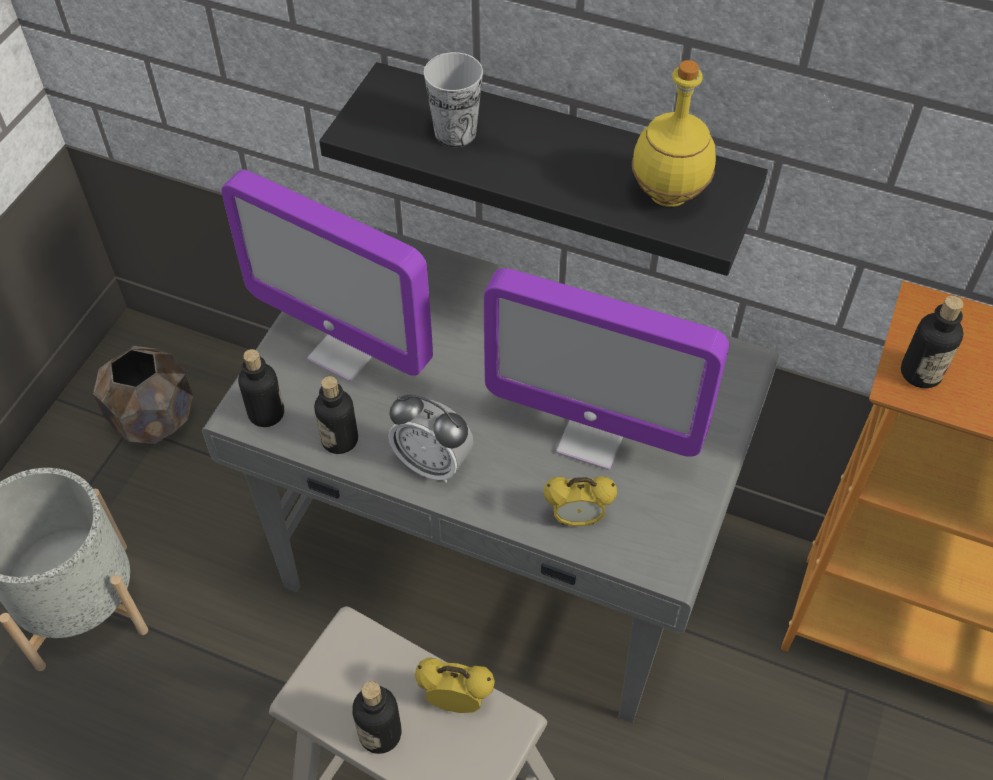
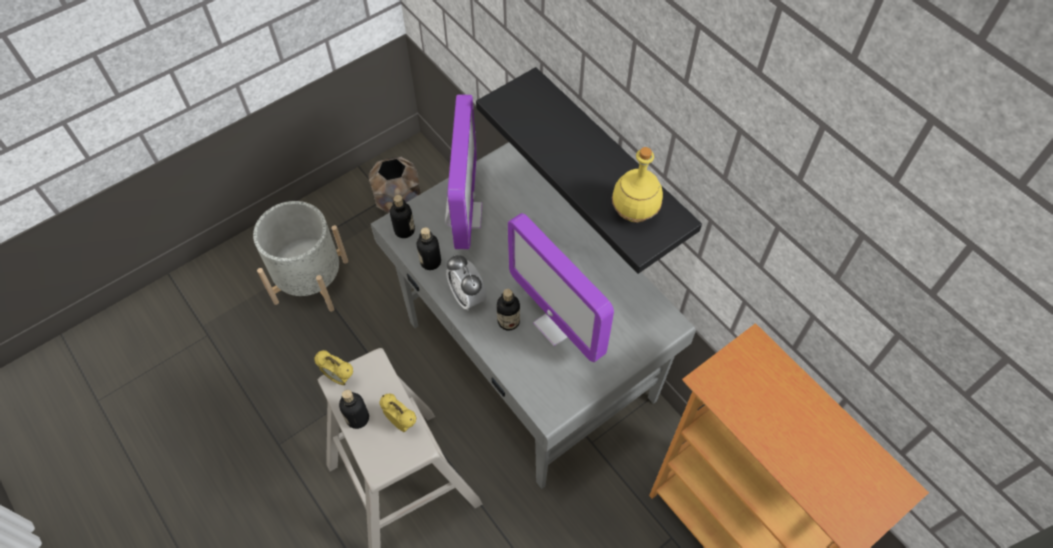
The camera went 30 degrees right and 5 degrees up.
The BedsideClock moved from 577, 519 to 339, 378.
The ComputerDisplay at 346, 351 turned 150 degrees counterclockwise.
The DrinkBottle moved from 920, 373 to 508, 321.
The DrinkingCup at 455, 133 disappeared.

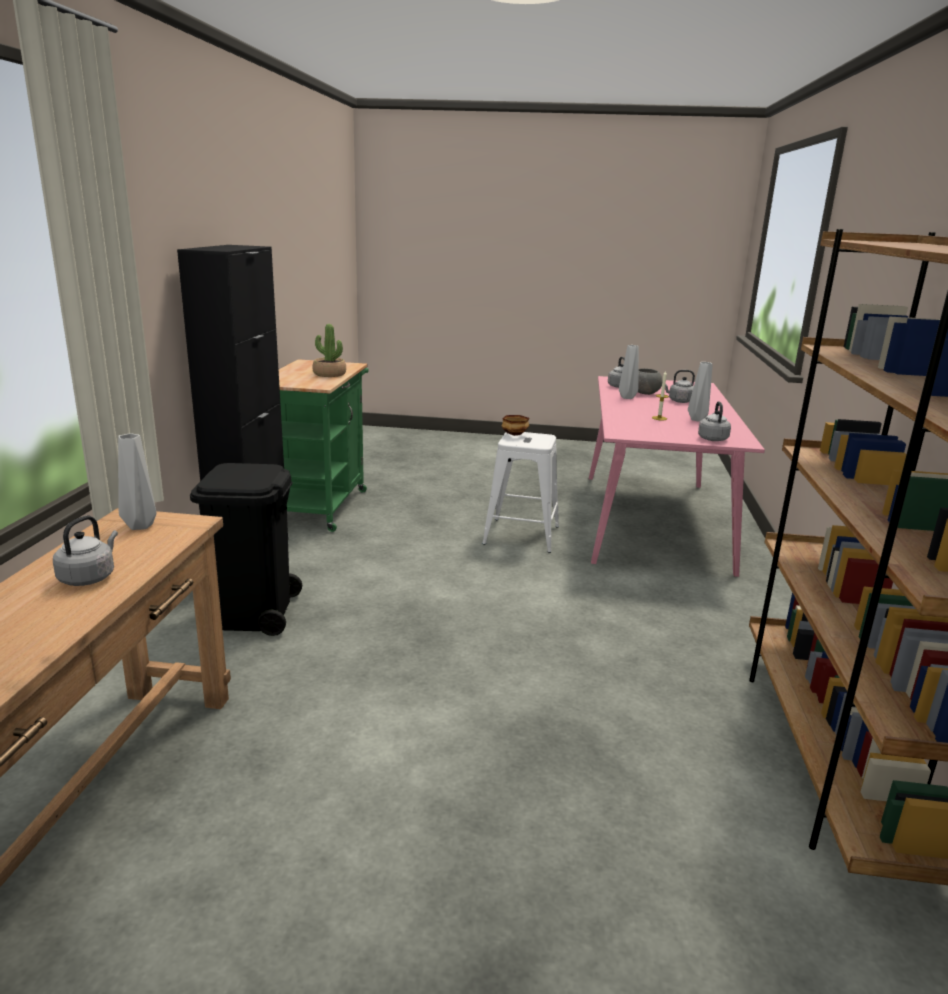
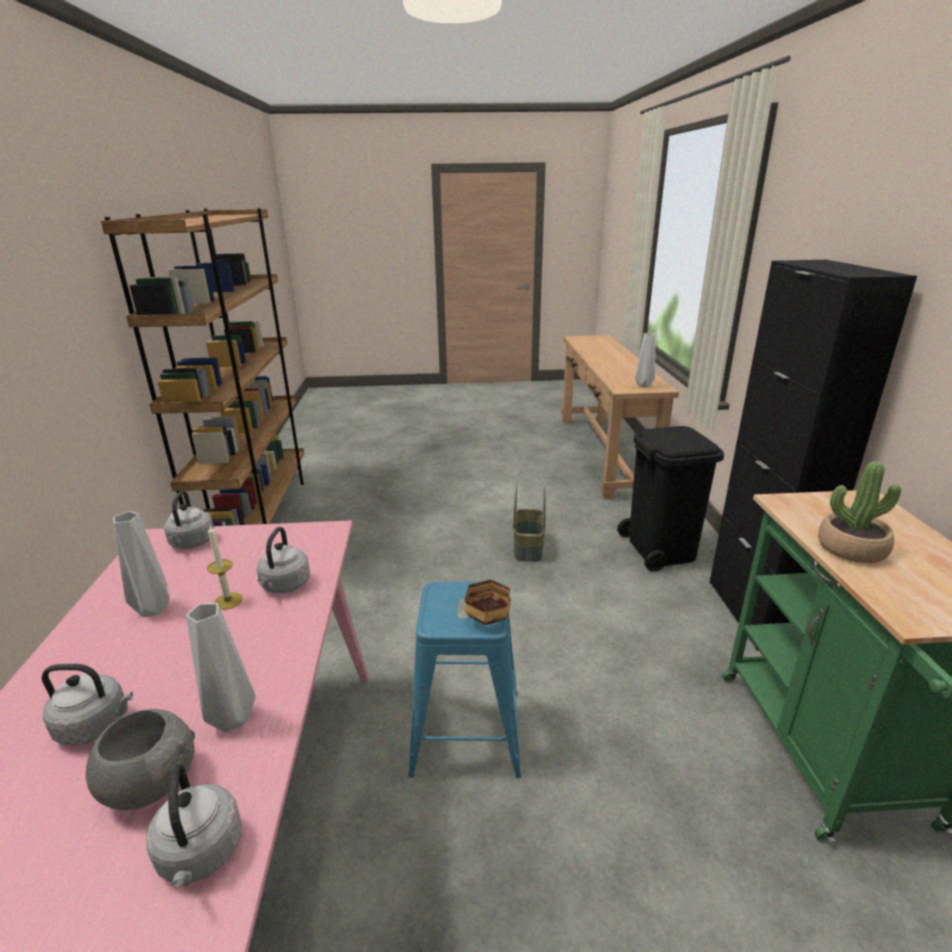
The camera went 170 degrees right and 5 degrees up.
The GreyishWaterKettle moved from 89, 577 to 284, 586.
The WhiteStoolSeat at 522, 535 became the BlueStoolSeat at 466, 730.
The HouseholdBasket at 529, 548 appeared.

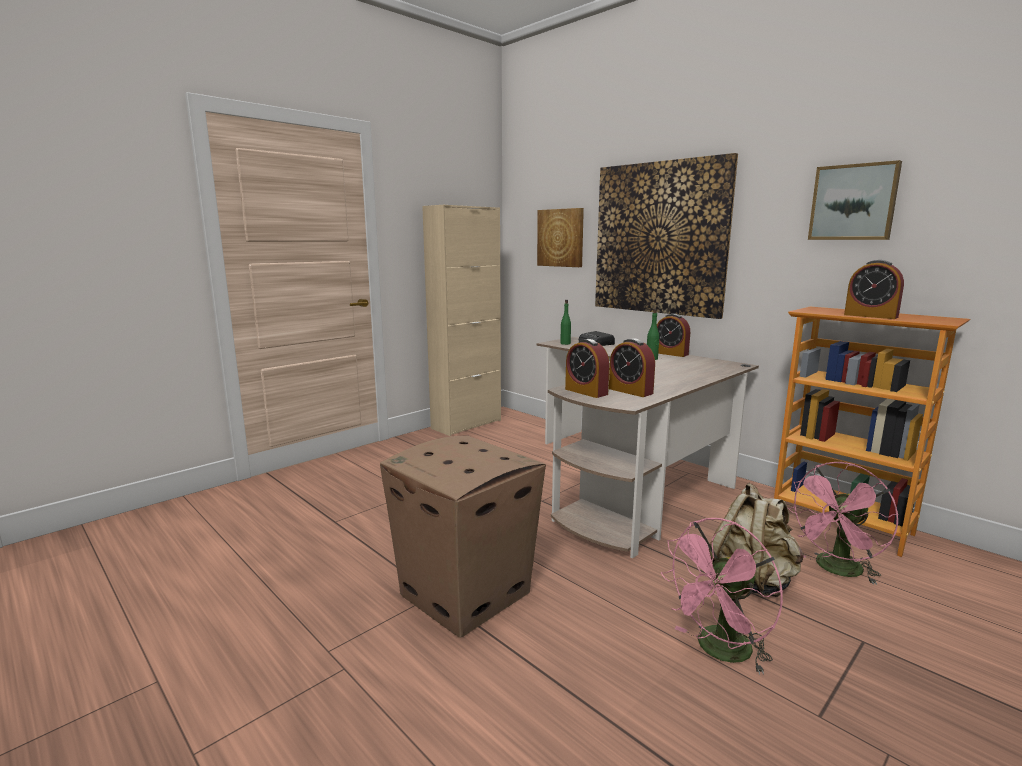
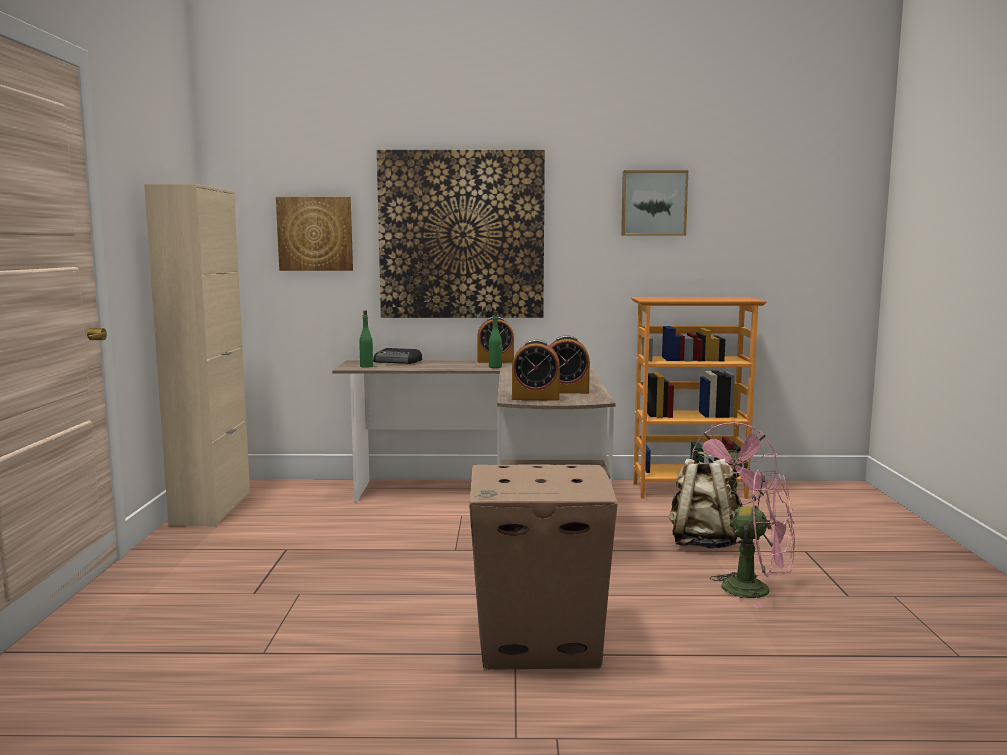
The camera went 45 degrees left and 5 degrees down.
The PinkElectricFan at 719, 652 turned 75 degrees counterclockwise.
The BedsideClock at 870, 316 disappeared.

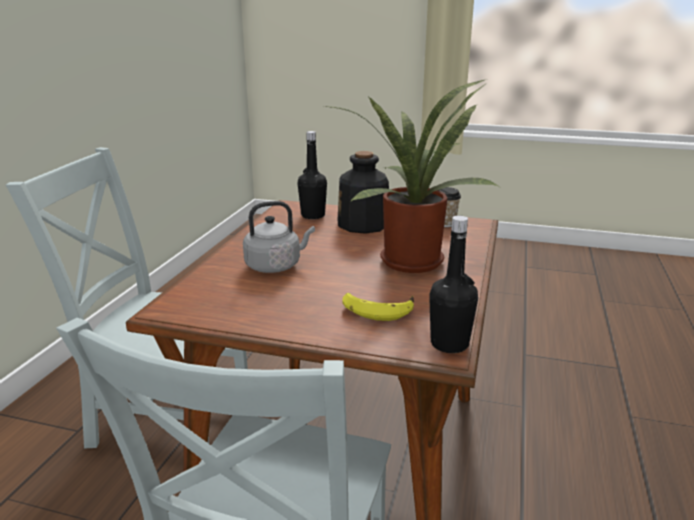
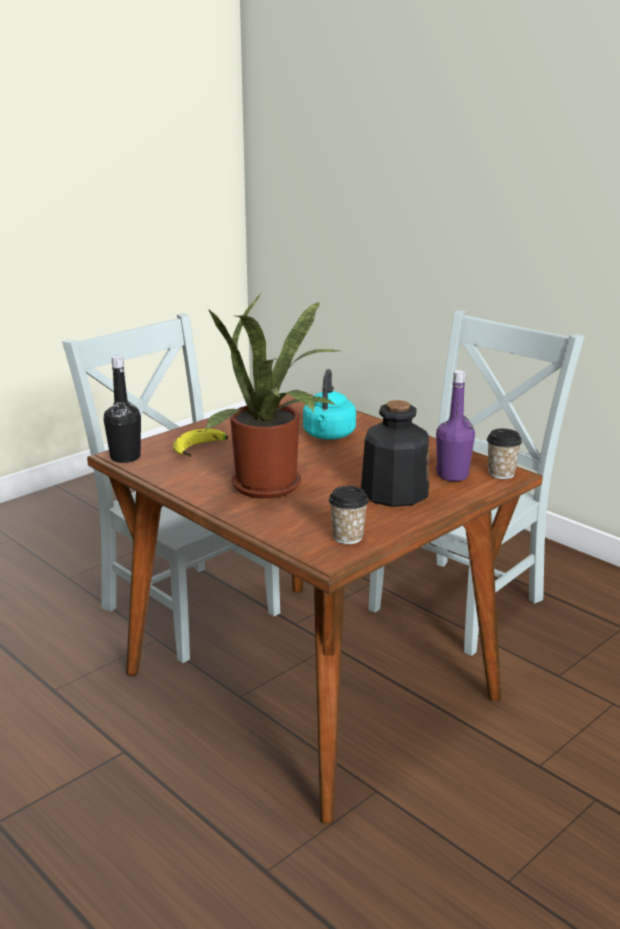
The camera went 120 degrees right and 0 degrees up.
The GreyishWaterKettle at 276, 266 became the TurquoiseColouredWaterKettle at 328, 435.
The BlackDrinkBottle at 313, 215 became the PurpleColouredDrinkBottle at 452, 475.
The DrinkingCup at 501, 473 appeared.

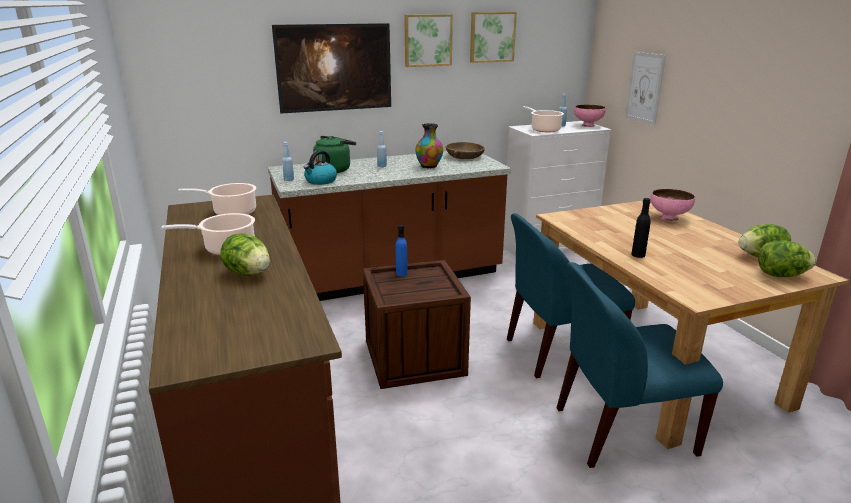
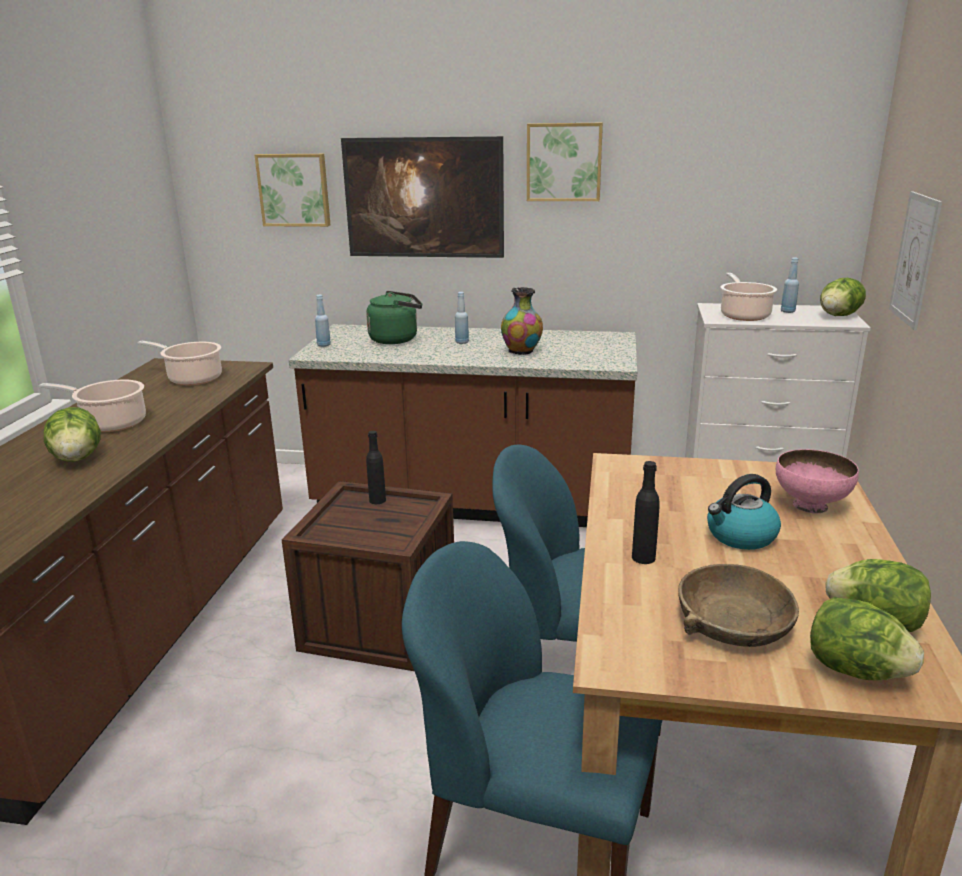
The camera went 30 degrees right and 0 degrees up.
The WallPicture moved from 491, 37 to 294, 190.
The BlueDrinkBottle at 401, 273 became the BlackDrinkBottle at 377, 500.
The BrownishBowl moved from 464, 156 to 734, 622.
The WaterKettle moved from 320, 181 to 740, 536.
The PinkBowl at 588, 125 was replaced by the HeadOfLettuce at 838, 316.

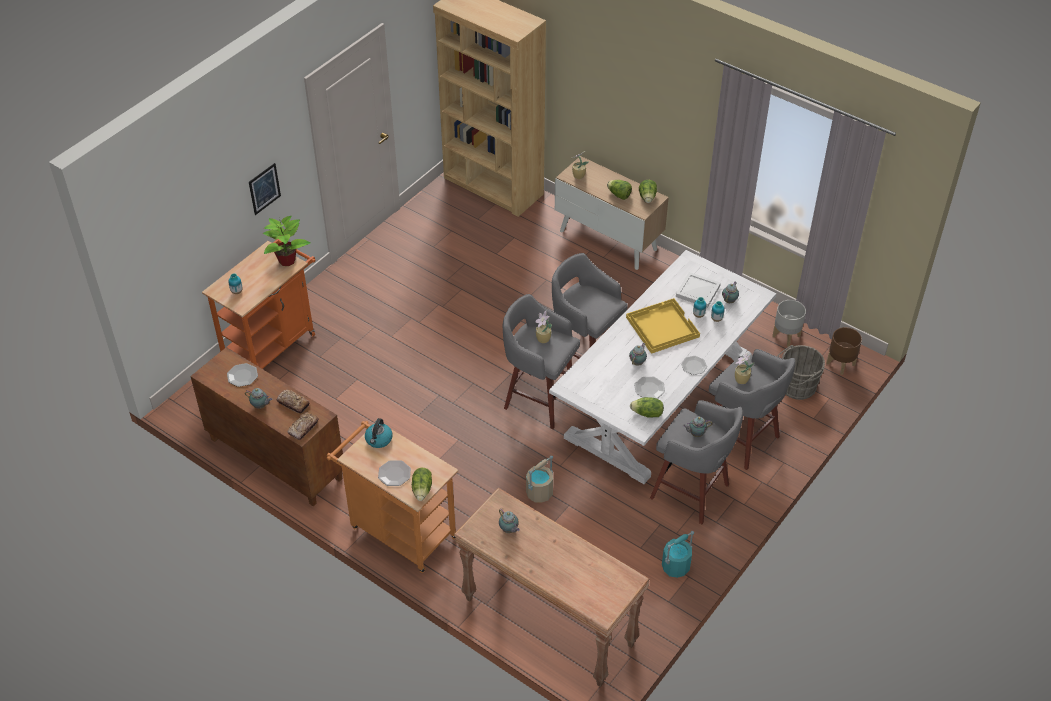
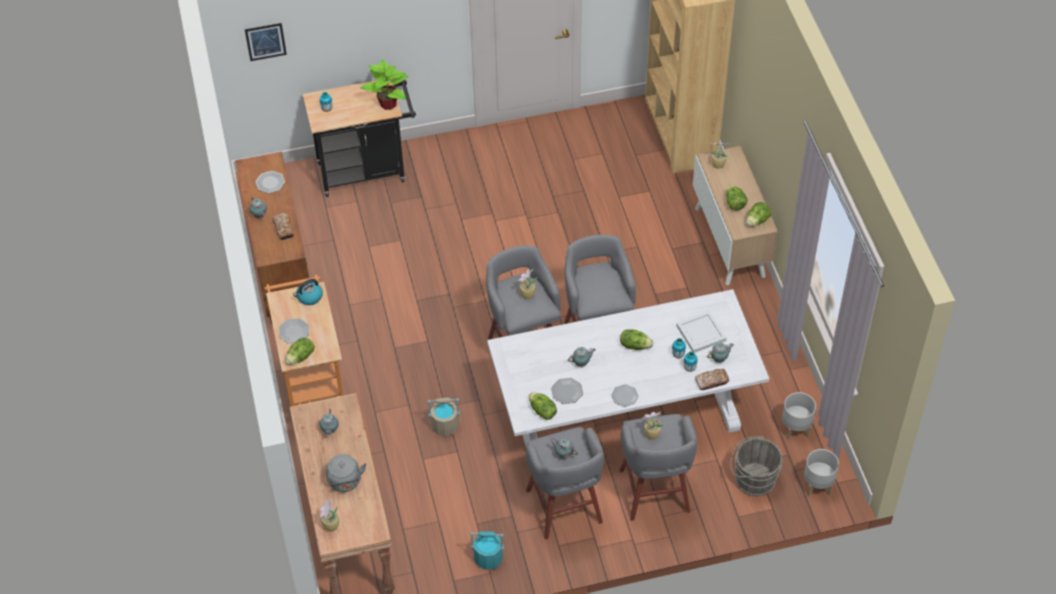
The camera went 40 degrees right and 5 degrees up.
The WallPicture moved from 264, 188 to 265, 41.
The OrangeCart at 273, 344 became the BlackCart at 367, 170.
The Houseplant at 331, 526 appeared.
The GreyishWaterKettle at 345, 482 appeared.
The YellowColouredServingTray at 661, 327 was replaced by the HeadOfLettuce at 635, 345.
The Bread moved from 303, 428 to 711, 381.
The BrownishPlantPot at 841, 364 became the GreyishPlantPot at 817, 486.

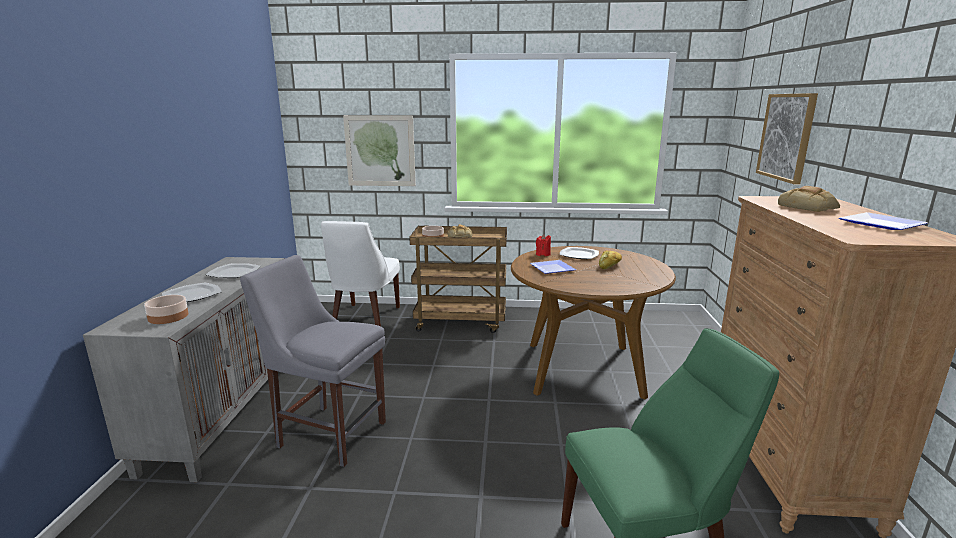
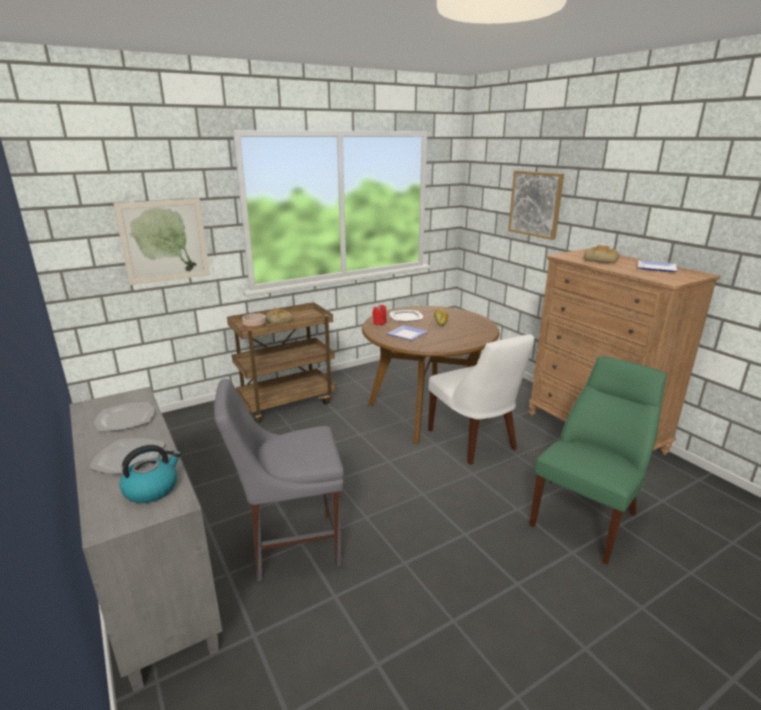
The camera went 35 degrees left and 5 degrees up.
The Bowl at 168, 316 was replaced by the WaterKettle at 152, 489.
The WhiteChair moved from 364, 319 to 474, 441.

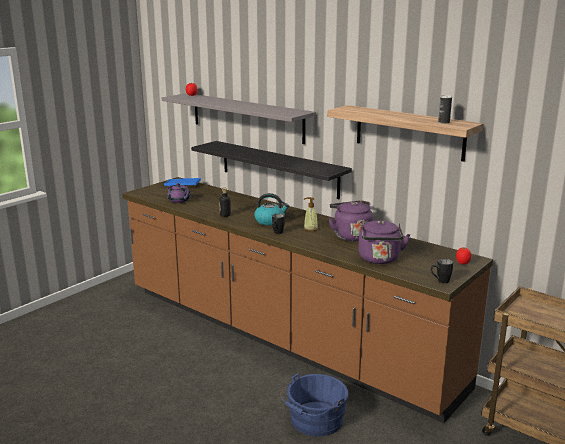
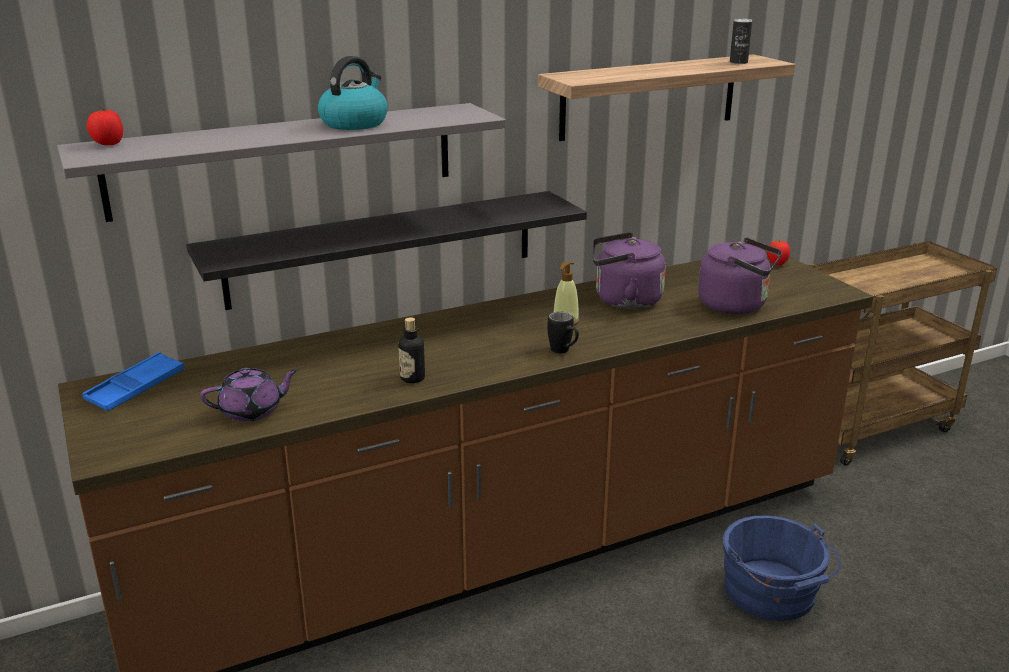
The camera went 65 degrees left and 5 degrees up.
The WaterKettle moved from 270, 221 to 354, 123.
The BlackMug at 440, 281 disappeared.

